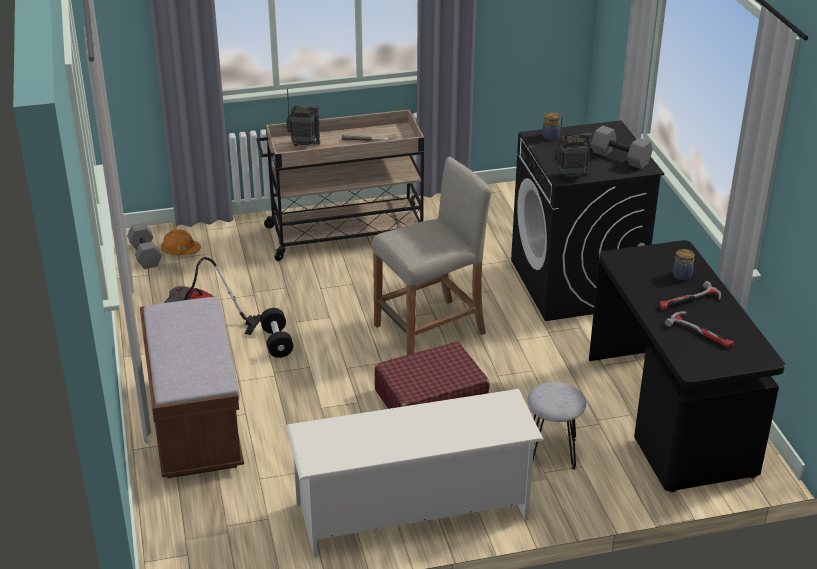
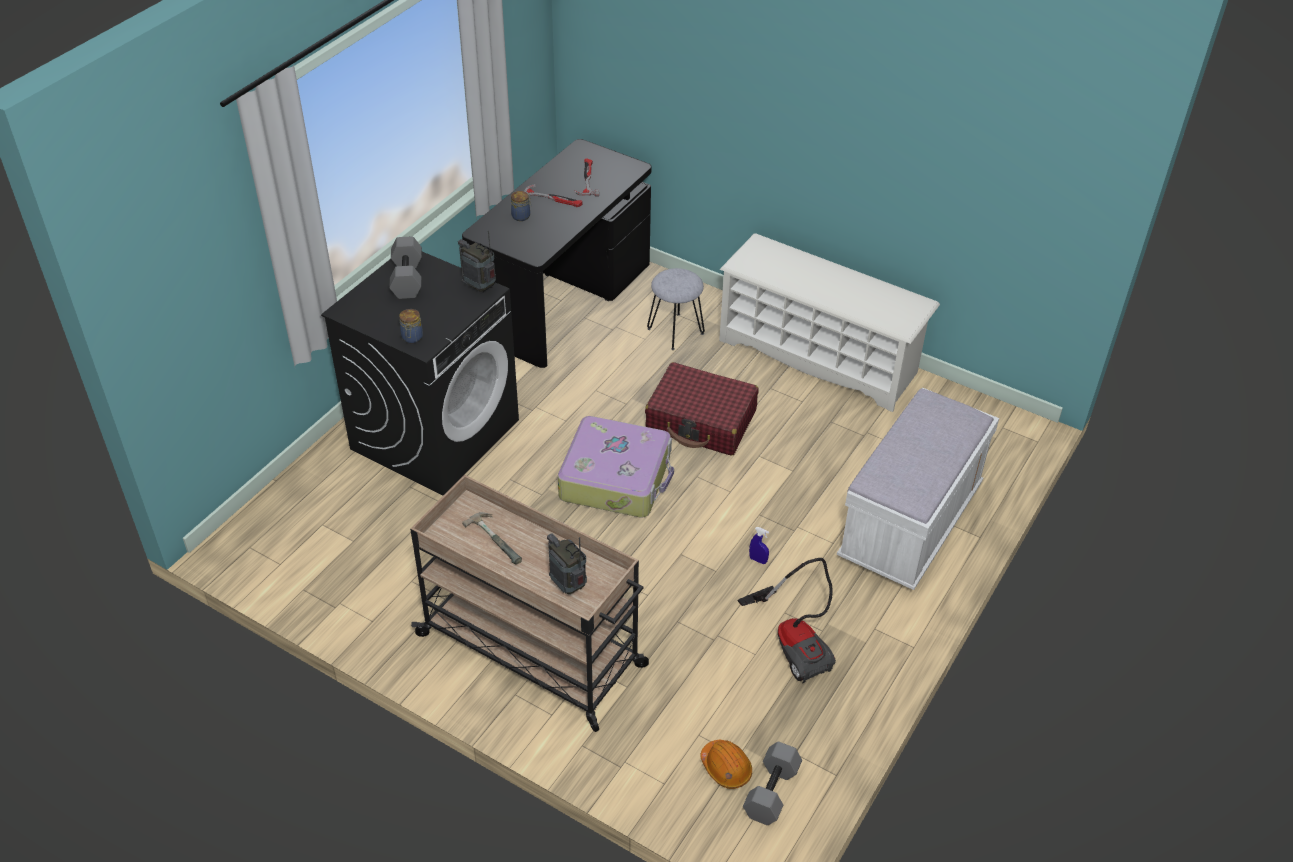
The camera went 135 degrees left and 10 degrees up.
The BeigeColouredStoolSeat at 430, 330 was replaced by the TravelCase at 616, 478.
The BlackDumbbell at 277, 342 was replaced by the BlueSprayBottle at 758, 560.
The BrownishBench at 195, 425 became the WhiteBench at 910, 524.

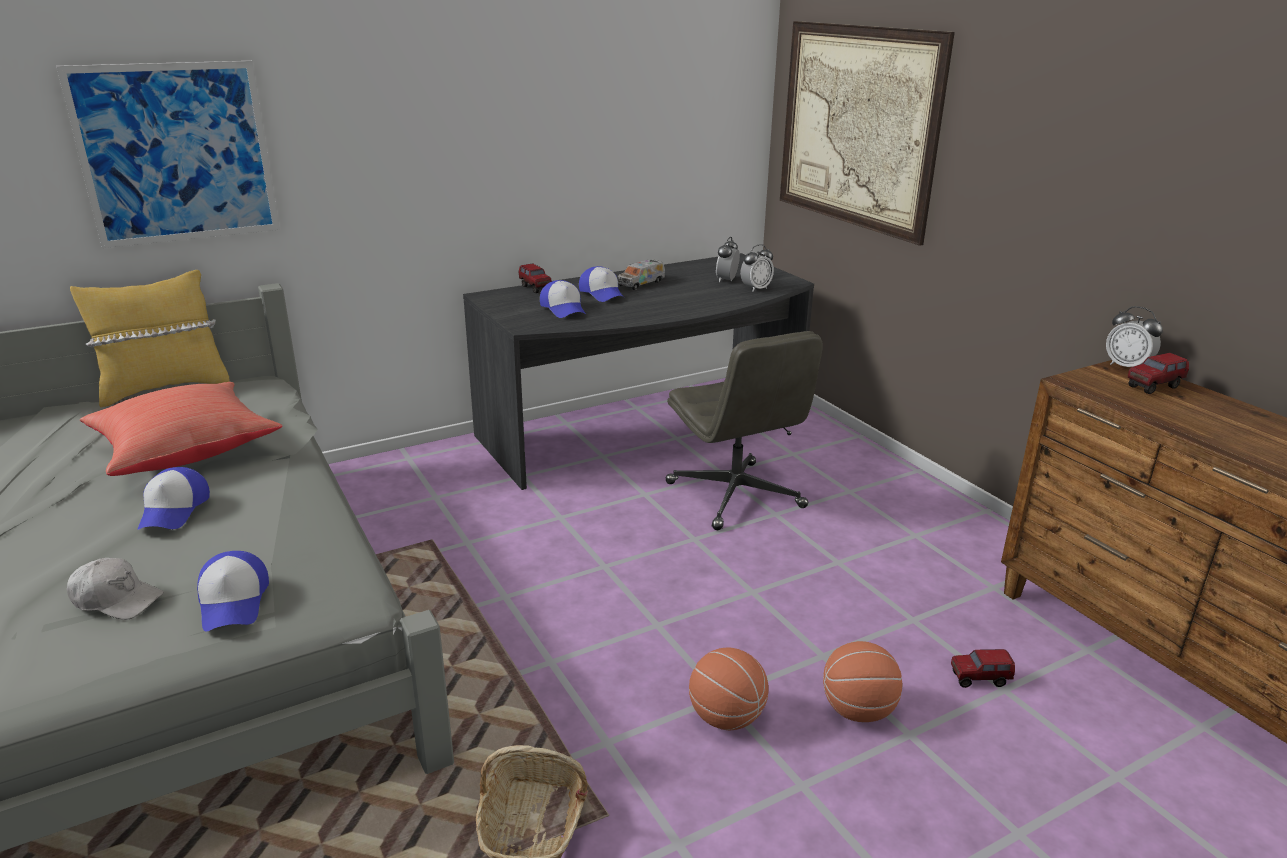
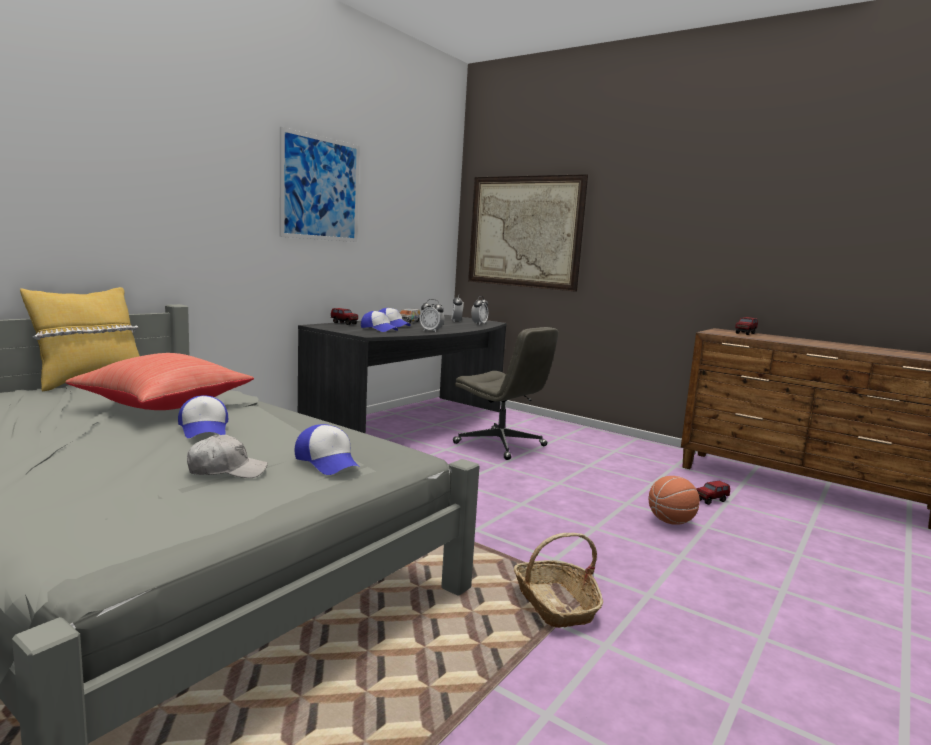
The camera went 25 degrees left and 15 degrees down.
The WallPicture moved from 176, 153 to 320, 189.
The BedsideClock moved from 1126, 366 to 431, 331.
The BallForBasketball at 727, 717 disappeared.

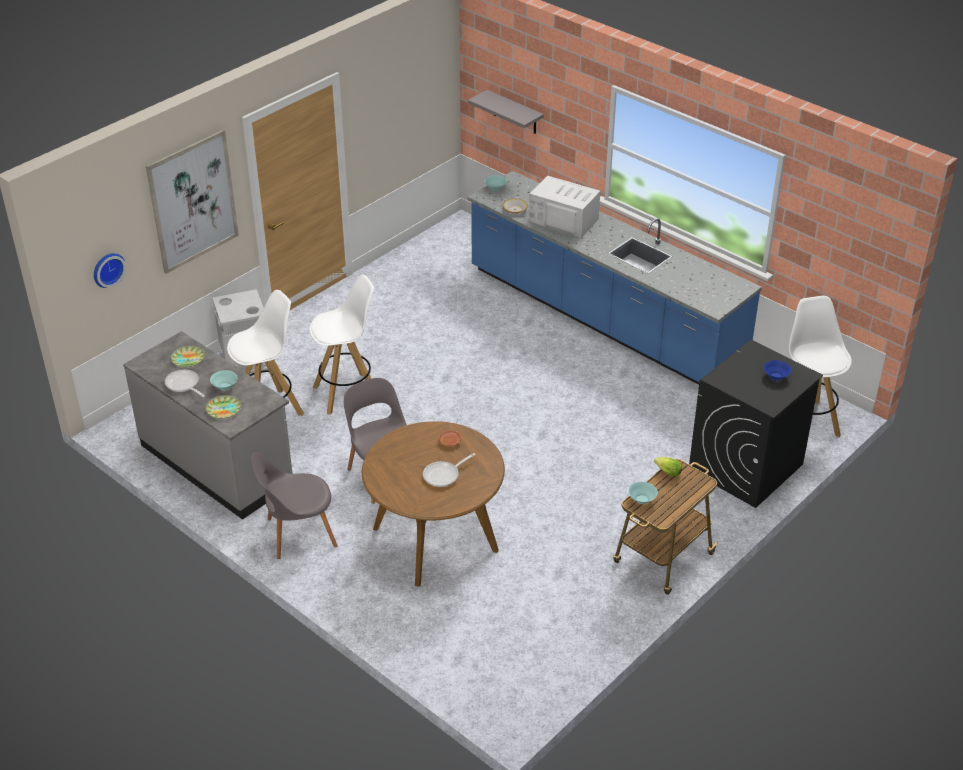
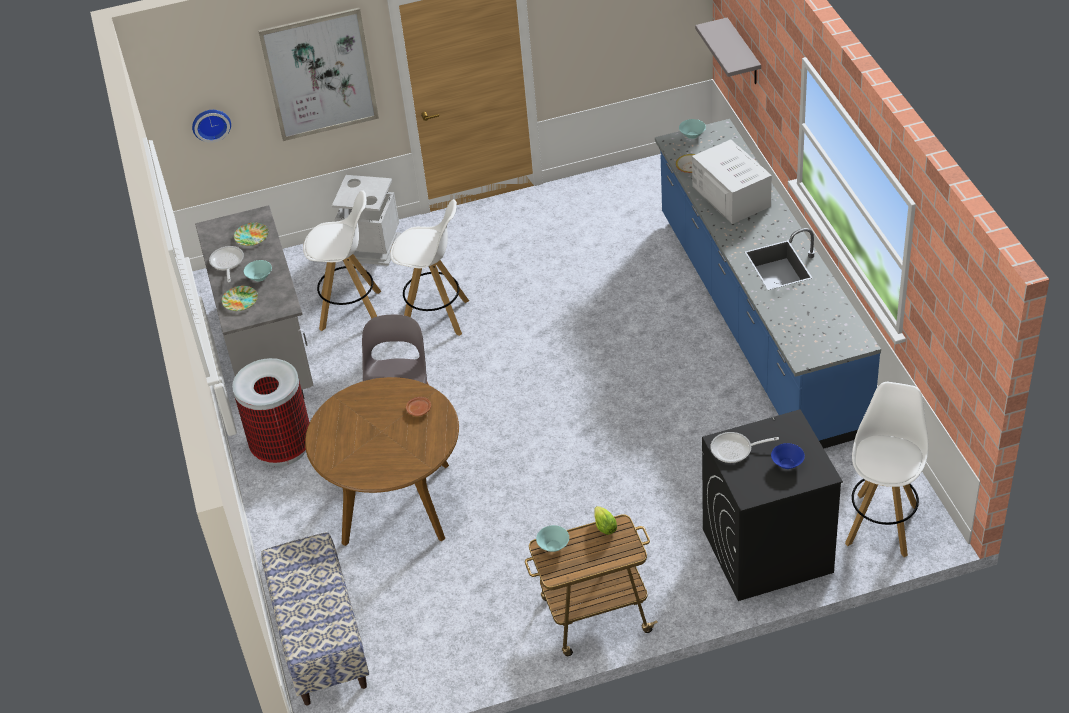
The camera went 35 degrees right and 5 degrees up.
The GreyishChair at 298, 533 was replaced by the WasteBin at 282, 447.
The Bench at 320, 640 appeared.
The Skillet moved from 444, 475 to 735, 450.

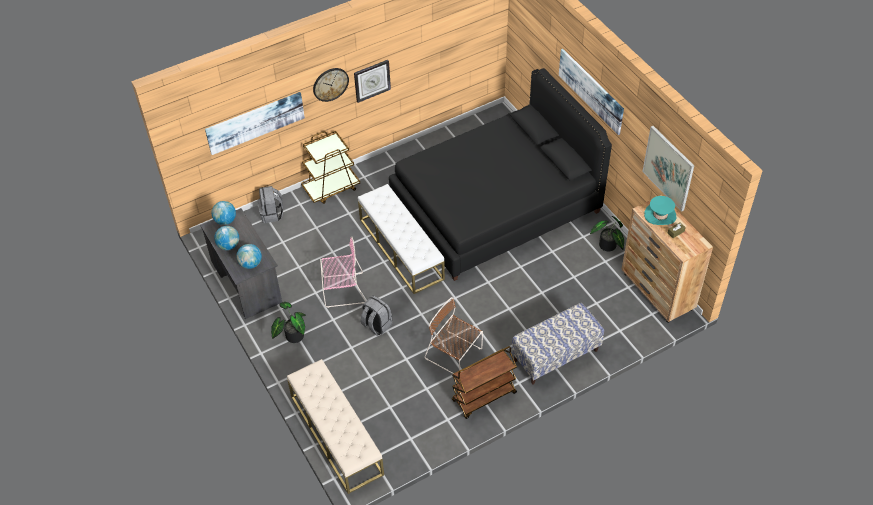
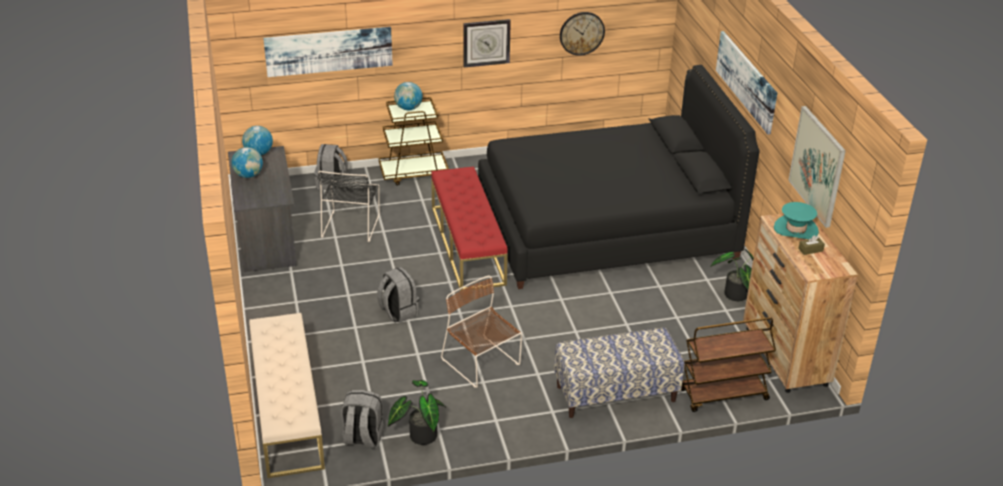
The camera went 15 degrees right and 15 degrees down.
The BlackChair at 351, 225 appeared.
The GreyishBackpack at 362, 438 appeared.
The Houseplant moved from 292, 336 to 420, 435.
The WorldGlobe moved from 250, 264 to 408, 108.
The WhiteBench at 401, 249 became the ReddishBench at 467, 245.
The HangingClock moved from 330, 84 to 581, 33.
The BrownishCart moved from 484, 397 to 723, 395.
The PinkChair at 342, 290 disappeared.

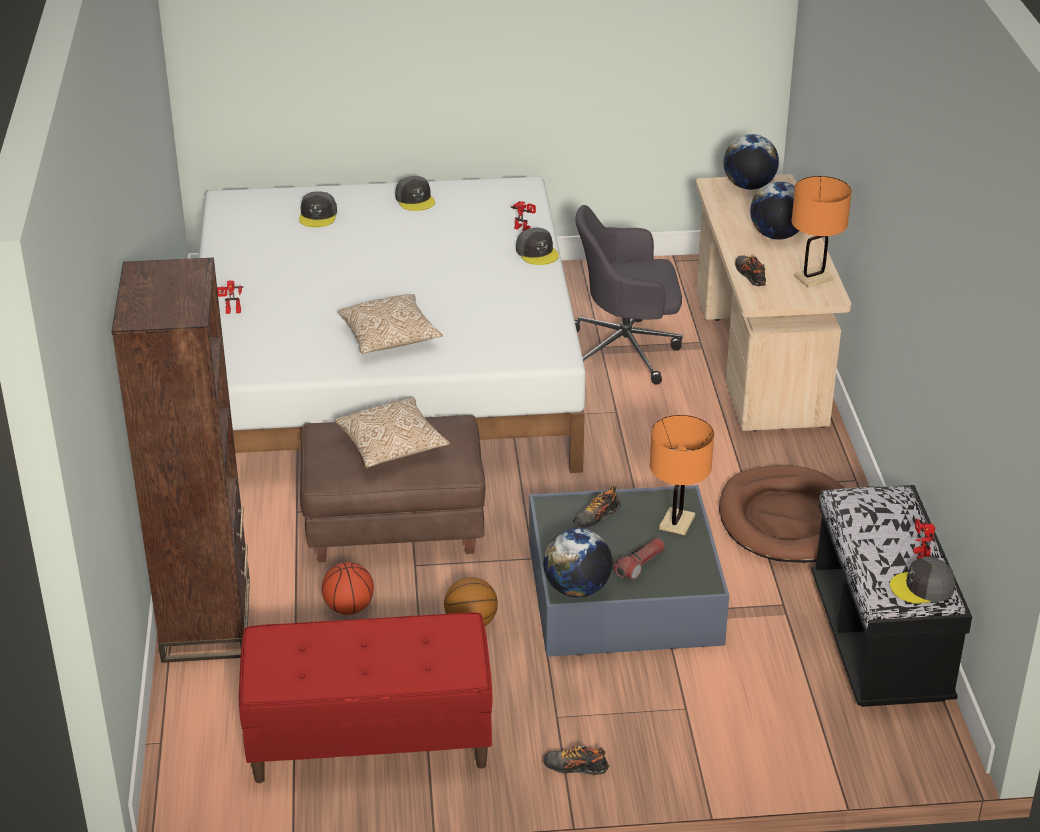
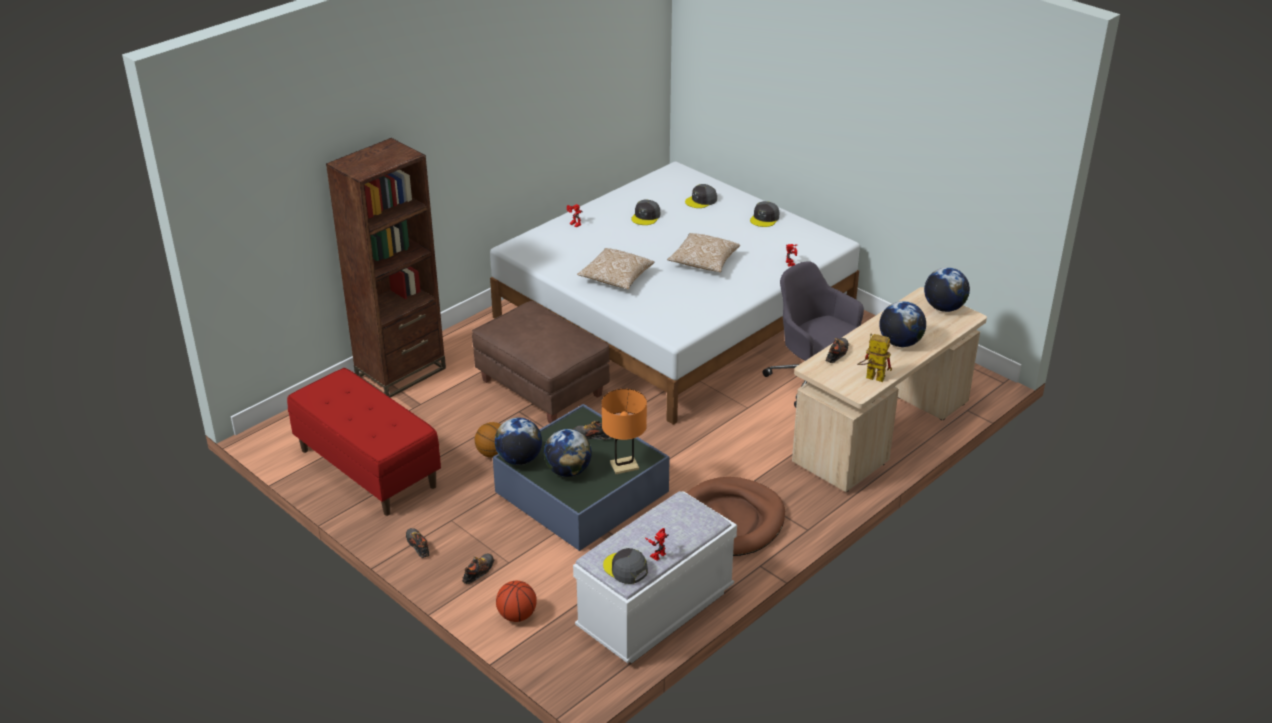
The camera went 50 degrees right and 0 degrees up.
The LowShoe at 478, 572 appeared.
The BallForBasketball moved from 348, 608 to 517, 615.
The Torch at 639, 565 was replaced by the WorldGlobe at 568, 471.
The BlackBench at 879, 642 became the WhiteBench at 655, 611.
The GreyishBaseballCap moved from 537, 252 to 646, 217.
The ThrowPillow moved from 392, 447 to 703, 262.
The OrangeLampForATable at 813, 278 was replaced by the ModelRobot at 870, 377.

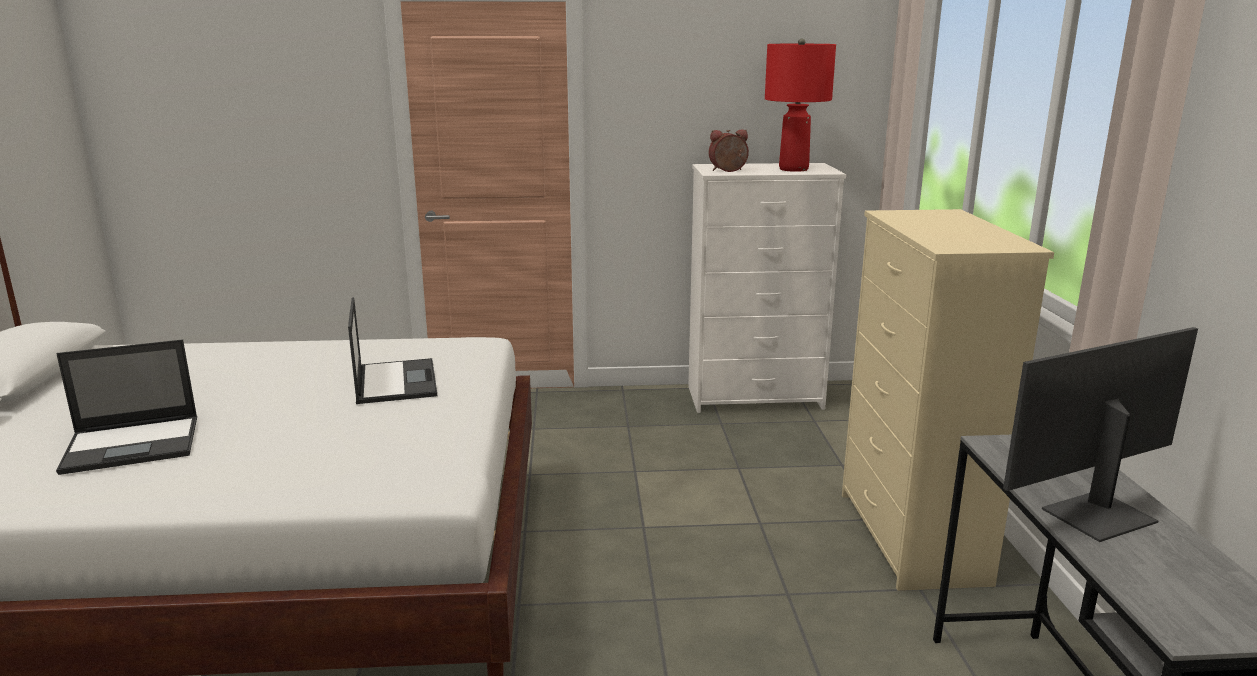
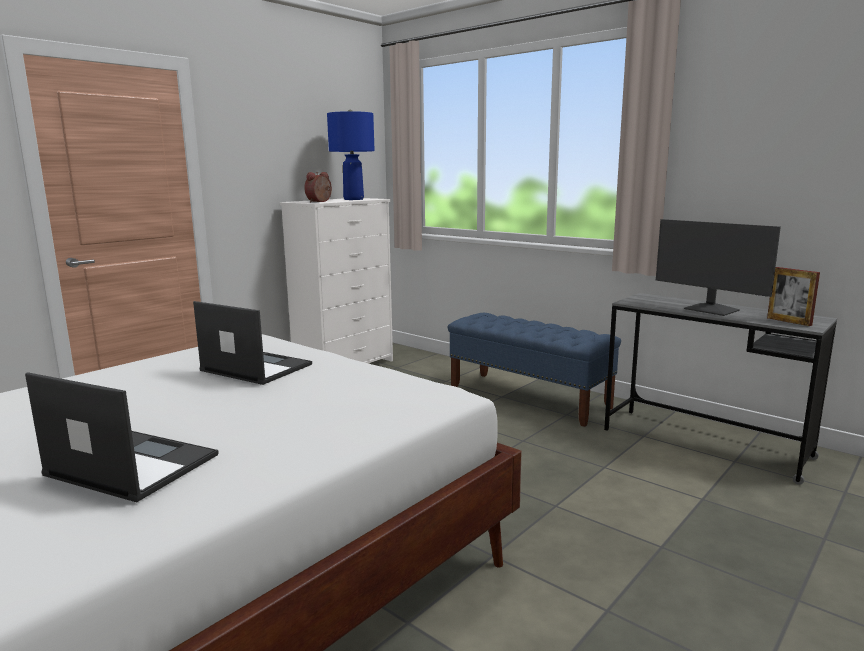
The camera went 45 degrees left and 5 degrees down.
The NotebookComputer at 134, 444 turned 90 degrees counterclockwise.
The ReddishLampForATable at 794, 169 became the BlueLampForATable at 354, 199.
The BeigeColouredDresser at 911, 538 was replaced by the BlueBench at 529, 398.
The ComputerDisplay at 1095, 514 turned 60 degrees counterclockwise.
The PictureFrame at 789, 321 appeared.

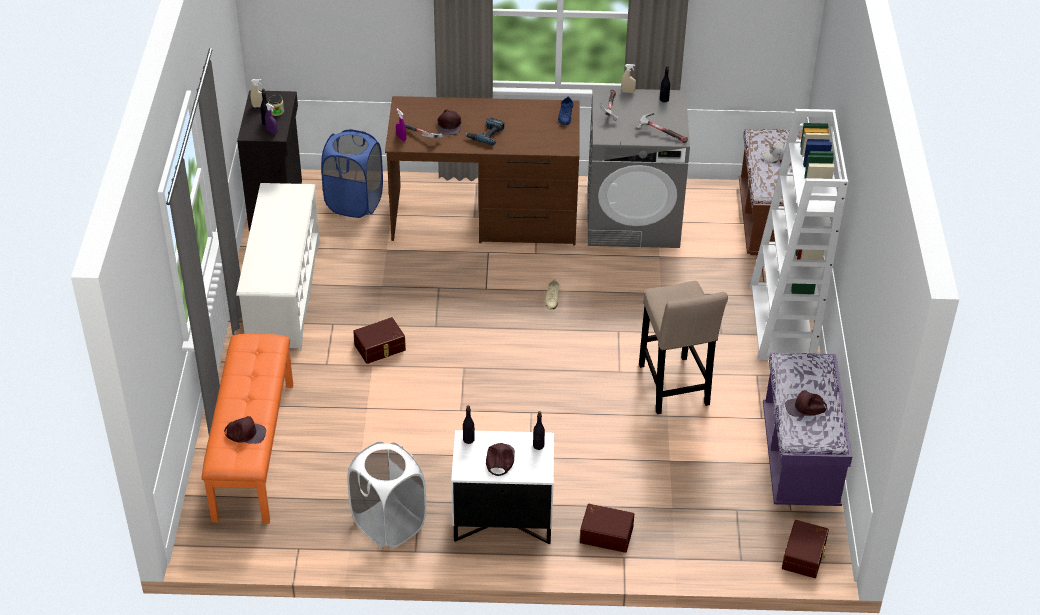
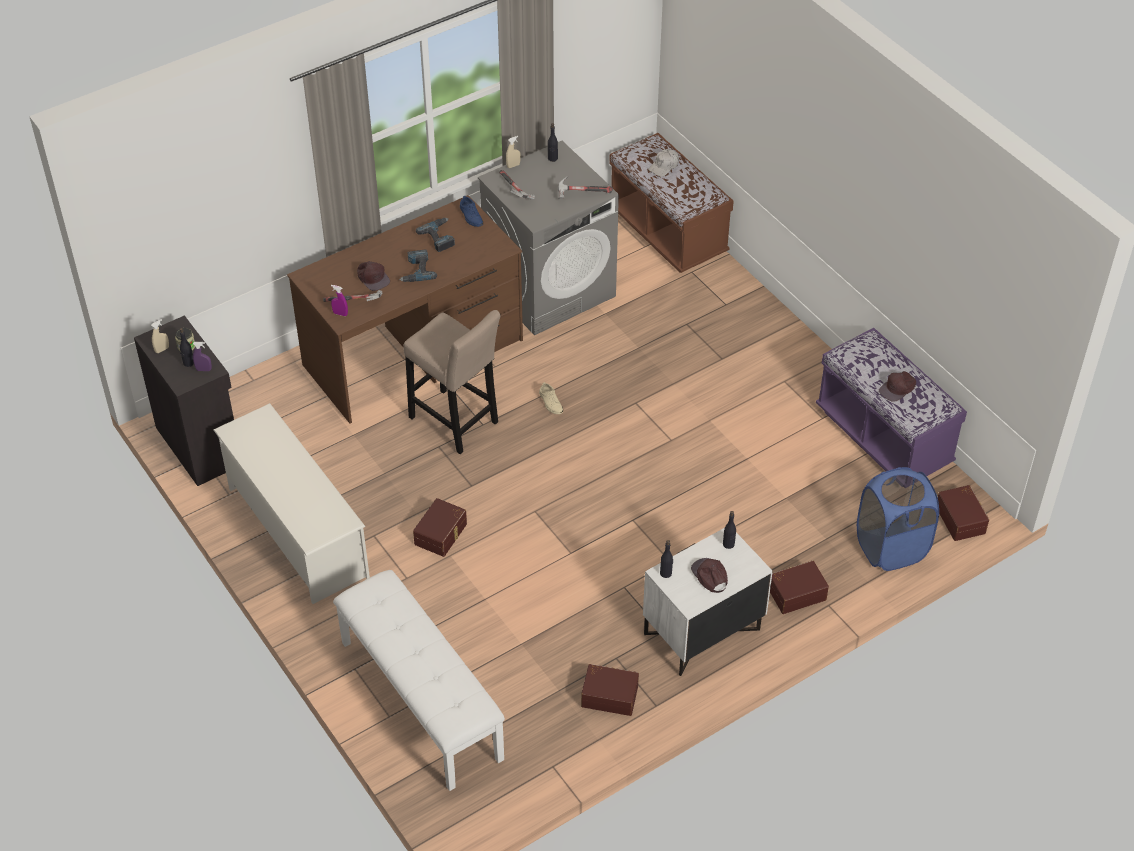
The camera went 35 degrees left and 5 degrees up.
The OrangeBench at 252, 450 became the WhiteBench at 419, 700.
The BeigeColouredStoolSeat moved from 673, 388 to 456, 423.
The ElectricDrill at 440, 237 appeared.
The WhiteWashingBasket at 388, 524 was replaced by the BrownishStorageBox at 609, 695.
The BlueWashingBasket moved from 354, 203 to 891, 548.
The BrownishBaseballCap at 245, 433 disappeared.
The WhiteBookshelf at 783, 323 disappeared.

